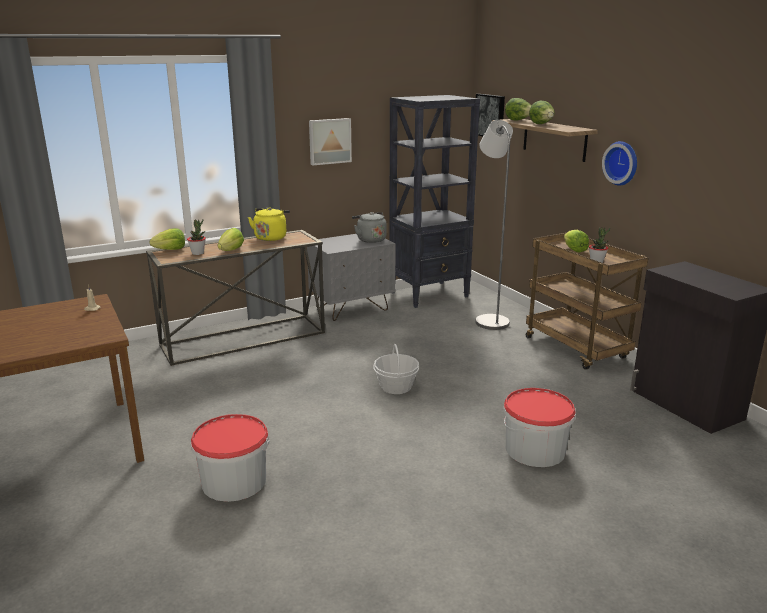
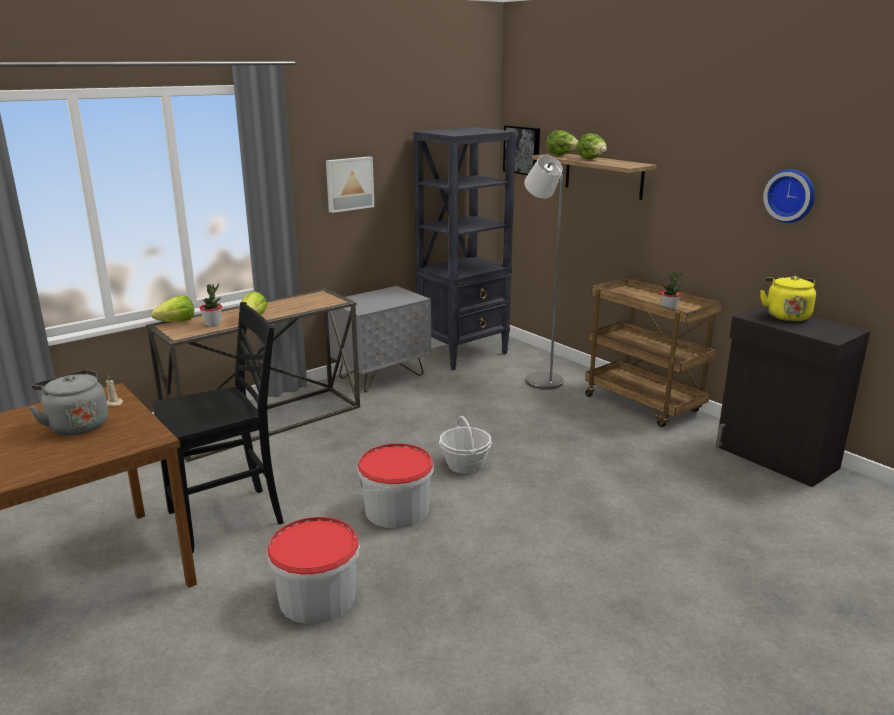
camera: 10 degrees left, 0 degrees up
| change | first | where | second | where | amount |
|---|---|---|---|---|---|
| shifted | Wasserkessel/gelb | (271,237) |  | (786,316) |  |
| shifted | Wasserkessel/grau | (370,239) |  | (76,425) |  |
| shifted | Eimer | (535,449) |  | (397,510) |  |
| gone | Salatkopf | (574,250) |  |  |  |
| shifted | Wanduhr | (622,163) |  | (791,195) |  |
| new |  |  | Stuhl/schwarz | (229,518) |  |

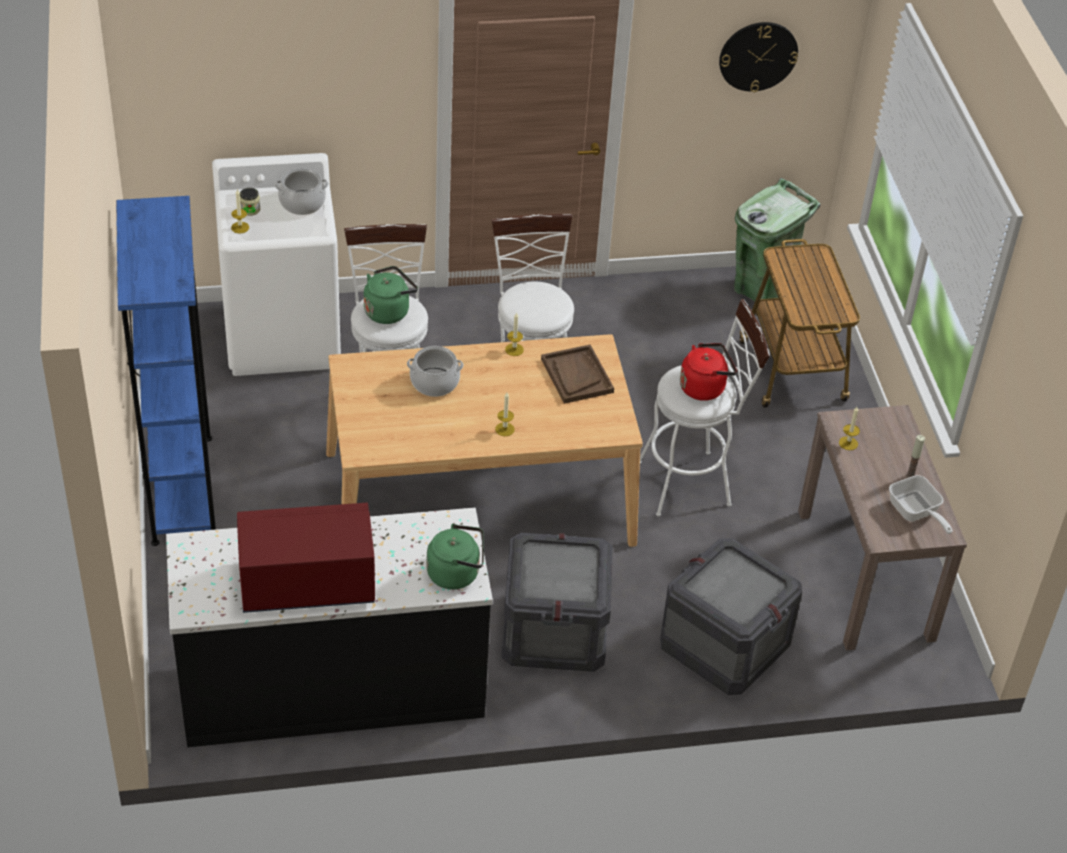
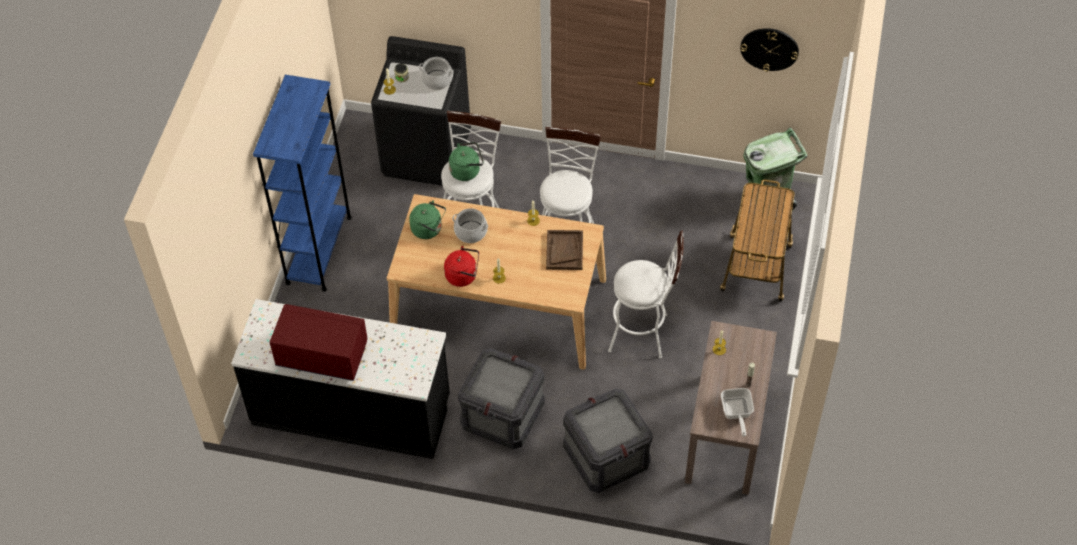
camera: 25 degrees right, 10 degrees up
| change | first | where | second | where | amount |
|---|---|---|---|---|---|
| repainted | Waschmaschine/weiß | (283,336) | Waschmaschine/schwarz | (427,154) |  |
| shifted | Wasserkessel/grün | (456,573) |  | (428,229) |  |
| shifted | Wasserkessel/rot | (704,387) |  | (463,276) |  |

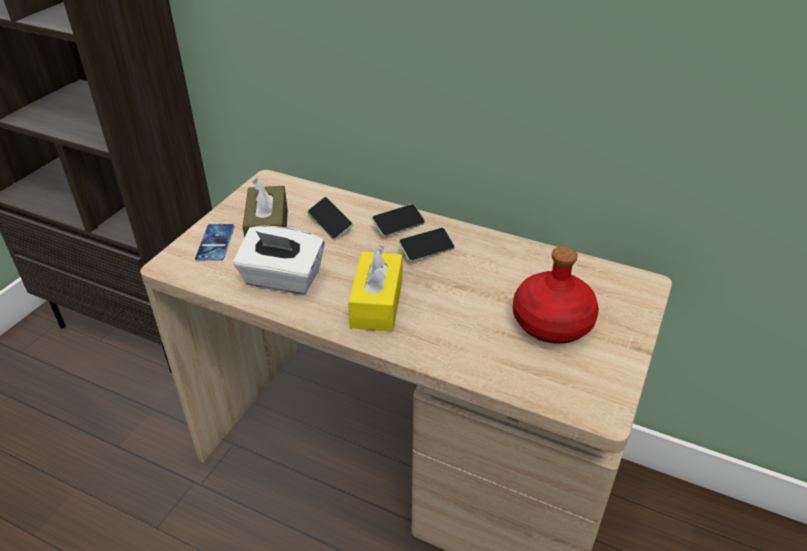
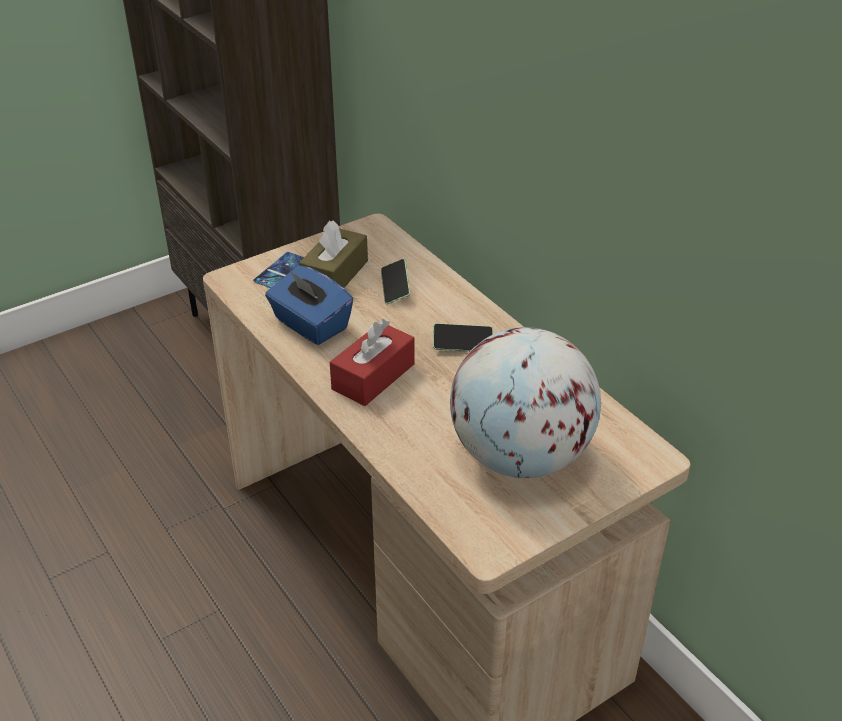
camera: 30 degrees right, 0 degrees up
| change | first | where | second | where | amount |
|---|---|---|---|---|---|
| repainted | Taschentuchbox/weiß | (282,279) | Taschentuchbox/blau | (310,325) |  |
| repainted | Taschentuchbox/gelb | (377,303) | Taschentuchbox/rot | (373,376) |  |
| gone | Handy | (398,226) |  |  |  |
| swapped | Flasche/rot | (553,323) | Globus | (520,457) |  |

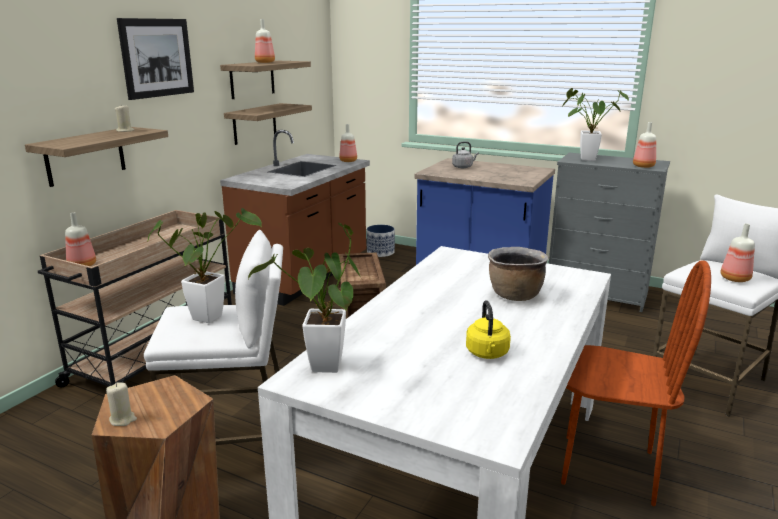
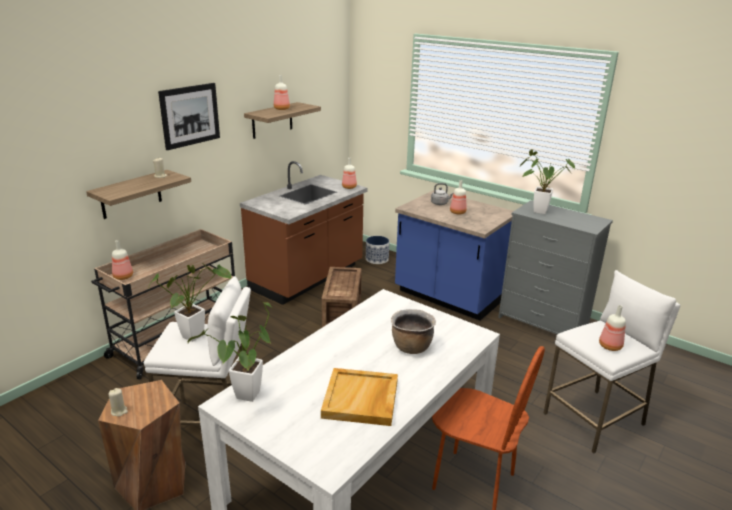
camera: 10 degrees right, 5 degrees up
| change | first | where | second | where | amount |
|---|---|---|---|---|---|
| gone | Wandregal | (255,123) |  |  |  |
| swapped | Wasserkessel/gelb | (487,354) | Tablett/beige | (361,399) |  |
| shifted | Flasche | (643,166) |  | (457,212) |  |

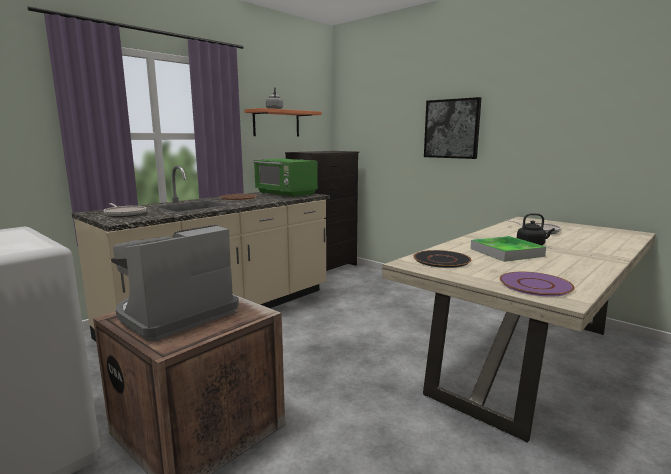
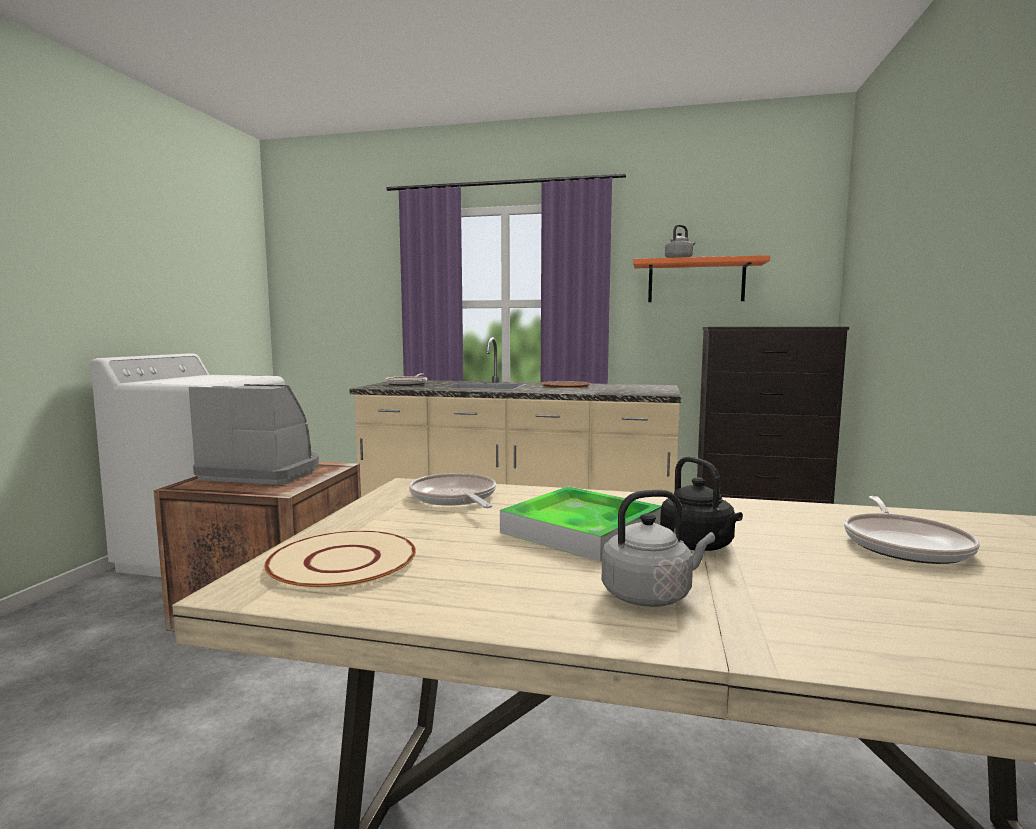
camera: 60 degrees right, 5 degrees down
| change | first | where | second | where | amount |
|---|---|---|---|---|---|
| gone | Mikrowelle/grün | (286,194) |  |  |  |
| swapped | Teller/schwarz | (442,260) | Pfanne | (454,498) |  |
| gone | Bild | (452,129) |  |  |  |
| repainted | Teller/lila | (534,285) | Teller/beige | (343,561) |  |
| new |  |  | Wasserkessel/grau | (650,595) |  |

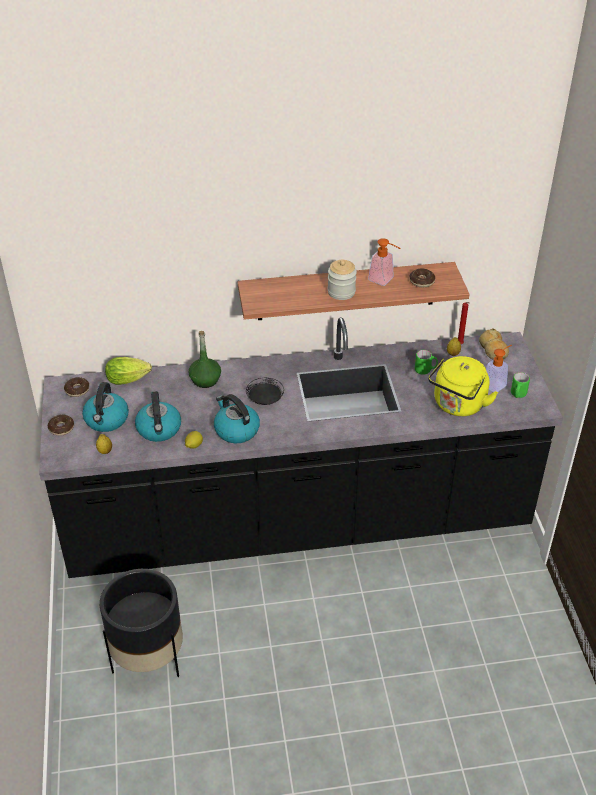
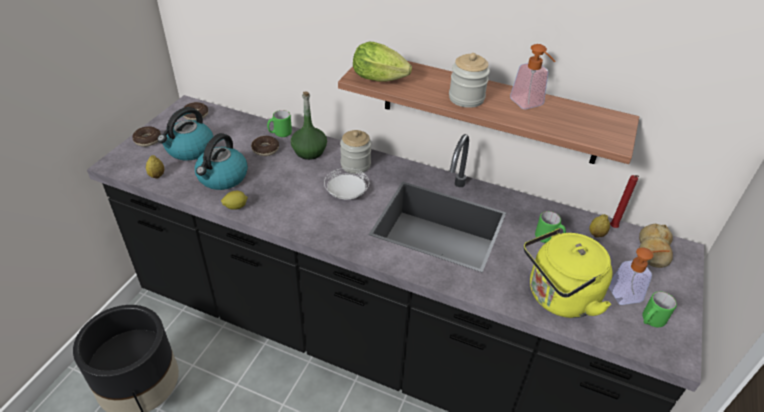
camera: 30 degrees right, 0 degrees up
| change | first | where | second | where | amount |
|---|---|---|---|---|---|
| shifted | Salatkopf | (130,379) |  | (382,79) |  |
| gone | Wasserkessel | (236,430) |  |  |  |
| repainted | Teller/schwarz | (264,399) | Teller/weiß | (346,193) |  |
| shifted | Donut | (421,281) |  | (265,149) |  |
| new |  |  | Henkelbecher/grün | (280,134) |  |
| new |  |  | Vorratsglas | (355,165) |  |

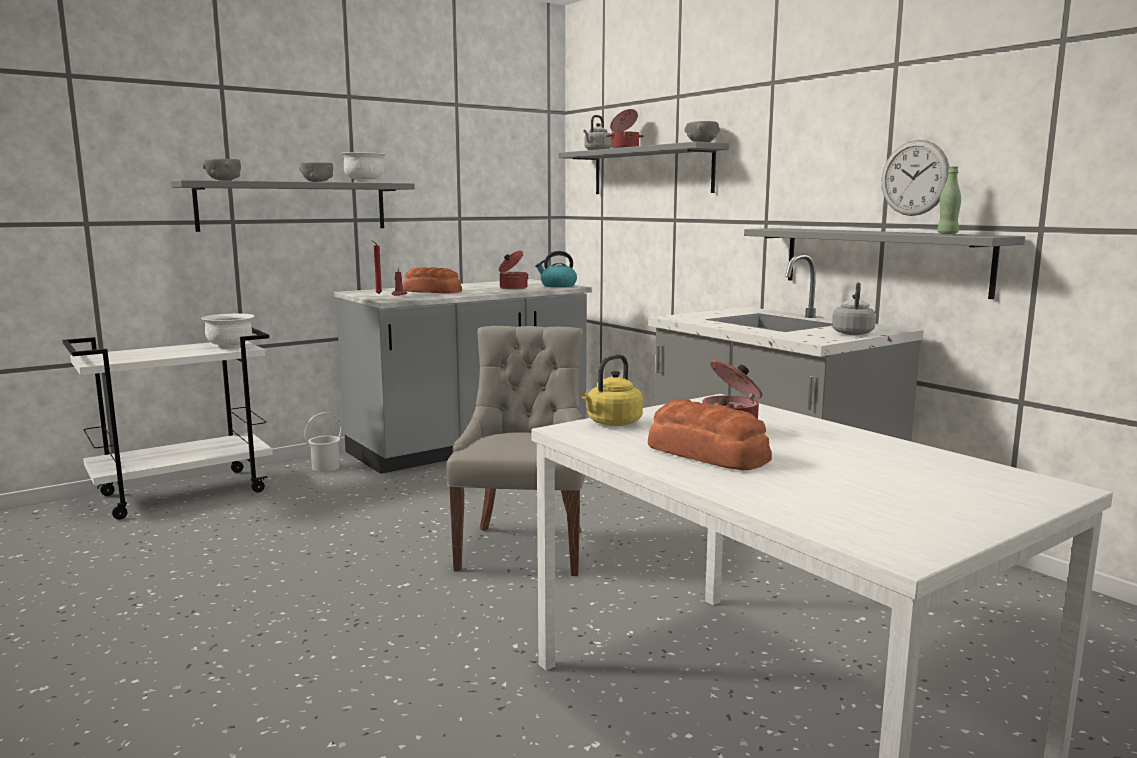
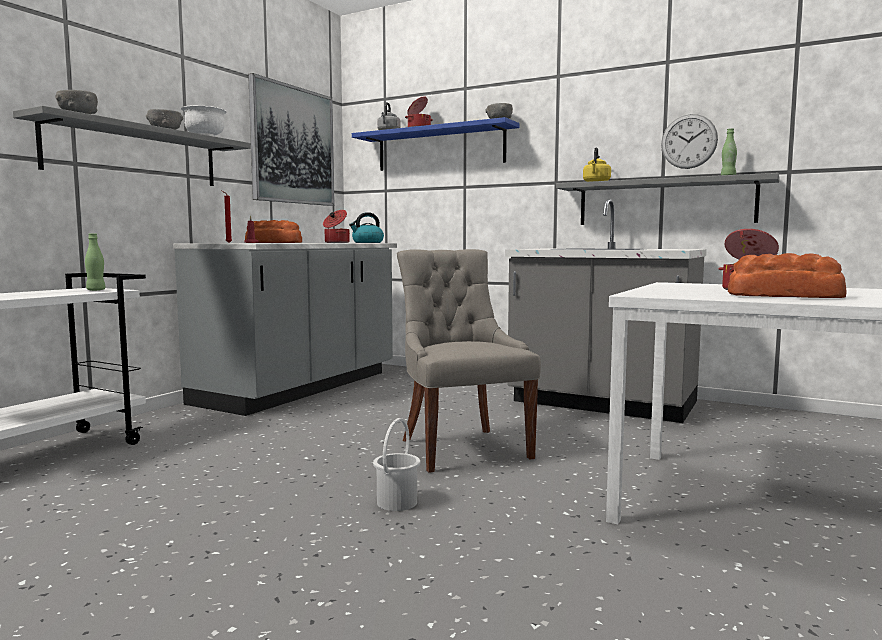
camera: 25 degrees left, 5 degrees down
| change | first | where | second | where | amount |
|---|---|---|---|---|---|
| swapped | Schüssel/weiß | (230,347) | Flasche/grün | (96,290) |  |
| shifted | Eimer/weiß | (325,467) |  | (396,502) |  |
| repainted | Wandregal/grau | (651,171) | Wandregal/blau | (440,148) |  |
| shifted | Wasserkessel/gelb | (612,423) |  | (596,182) |  |
| gone | Wasserkessel/grau | (853,333) |  |  |  |
| new |  |  | Bild | (292,145) |  |

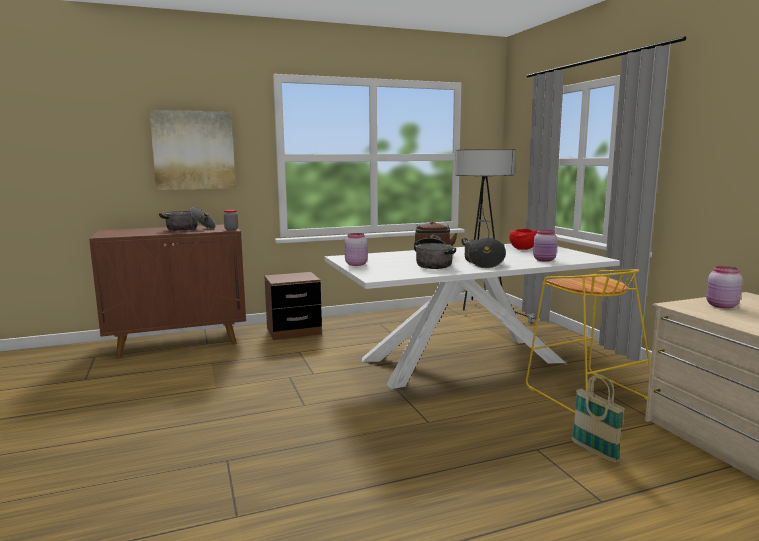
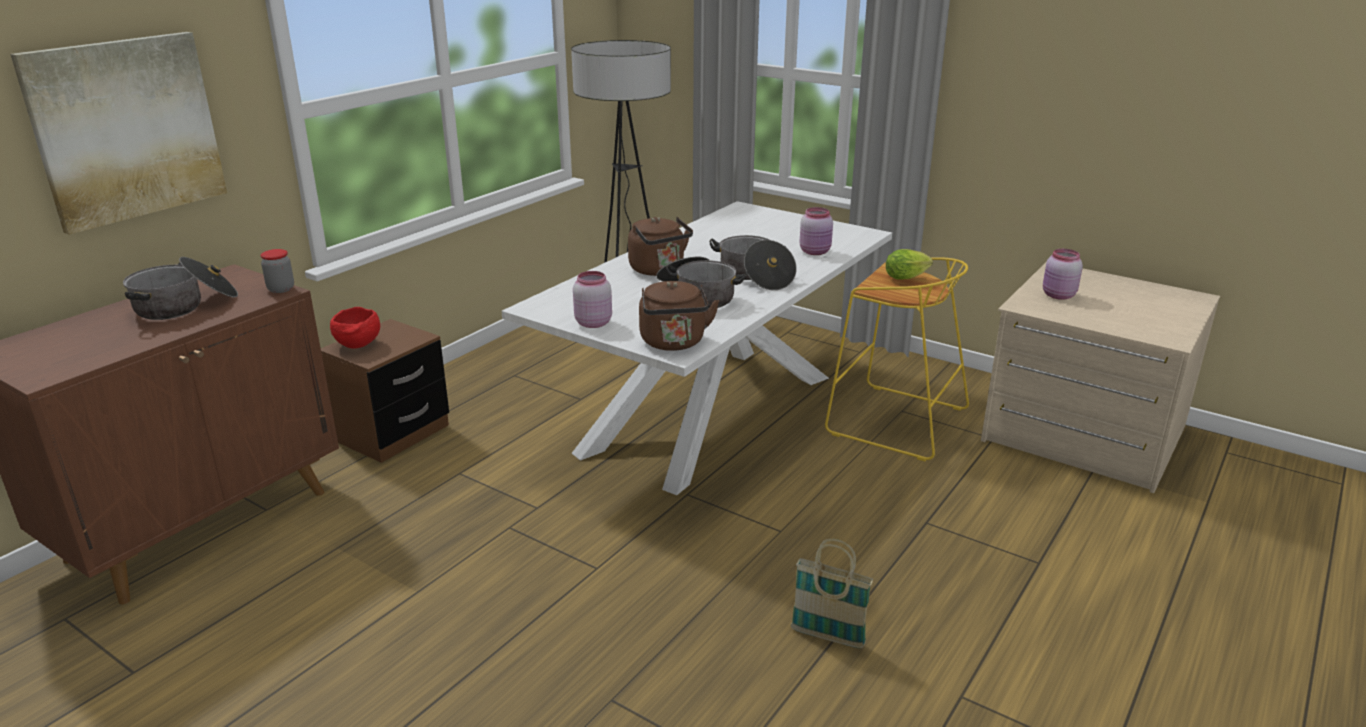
camera: 35 degrees left, 15 degrees up
| change | first | where | second | where | amount |
|---|---|---|---|---|---|
| shifted | Schüssel/rot | (523,249) |  | (358,345) |  |
| shifted | Korb | (594,452) |  | (827,637) |  |
| new |  |  | Wasserkessel/braun | (674,343) |  |
| new |  |  | Salatkopf | (908,277) |  |

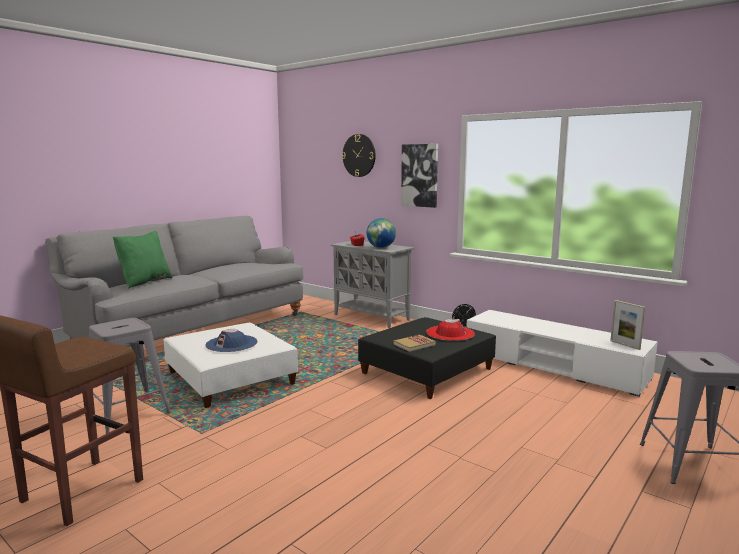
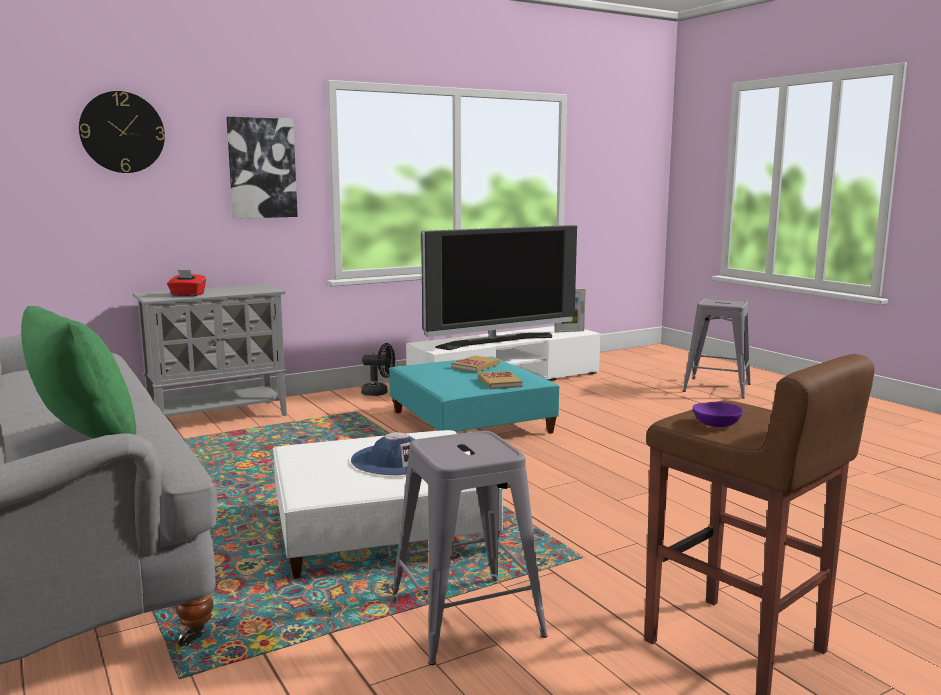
camera: 70 degrees left, 0 degrees up
| change | first | where | second | where | amount |
|---|---|---|---|---|---|
| repainted | Polsterhocker/schwarz | (427,371) | Polsterhocker/türkis | (470,422) |  |
| gone | Globus | (381,247) |  |  |  |
| swapped | Hut/rot | (450,333) | Buch | (476,366) |  |
| new |  |  | Fernseher | (497,341) |  |
| new |  |  | Schüssel/lila | (715,423) |  |

